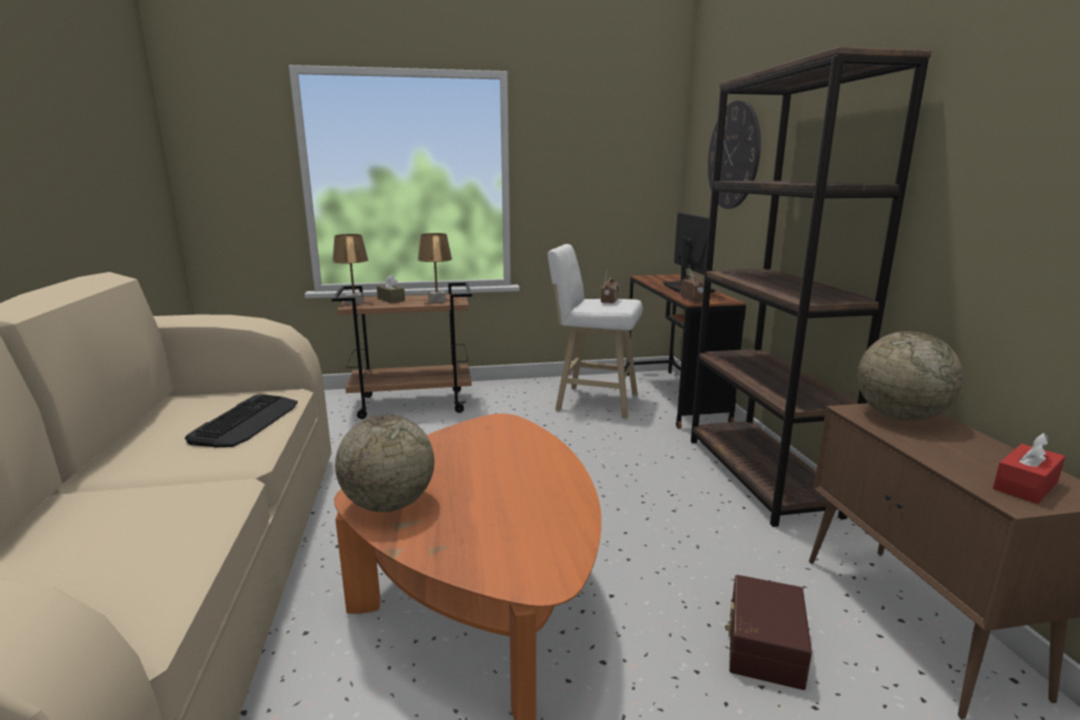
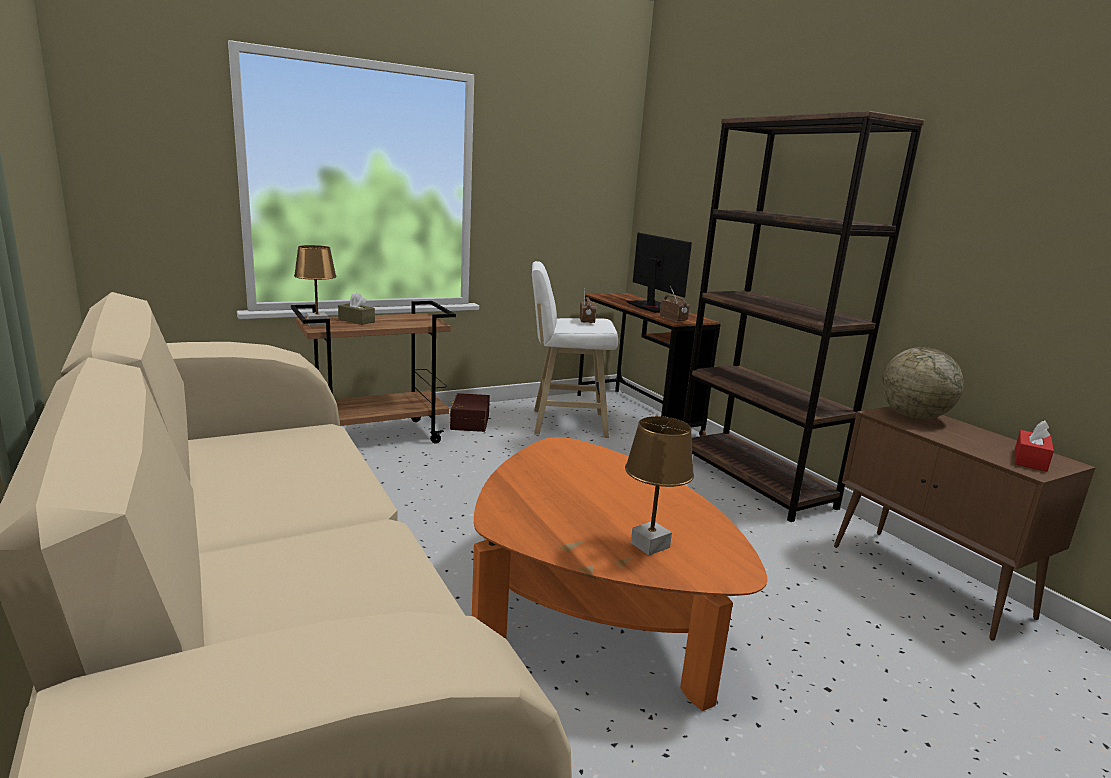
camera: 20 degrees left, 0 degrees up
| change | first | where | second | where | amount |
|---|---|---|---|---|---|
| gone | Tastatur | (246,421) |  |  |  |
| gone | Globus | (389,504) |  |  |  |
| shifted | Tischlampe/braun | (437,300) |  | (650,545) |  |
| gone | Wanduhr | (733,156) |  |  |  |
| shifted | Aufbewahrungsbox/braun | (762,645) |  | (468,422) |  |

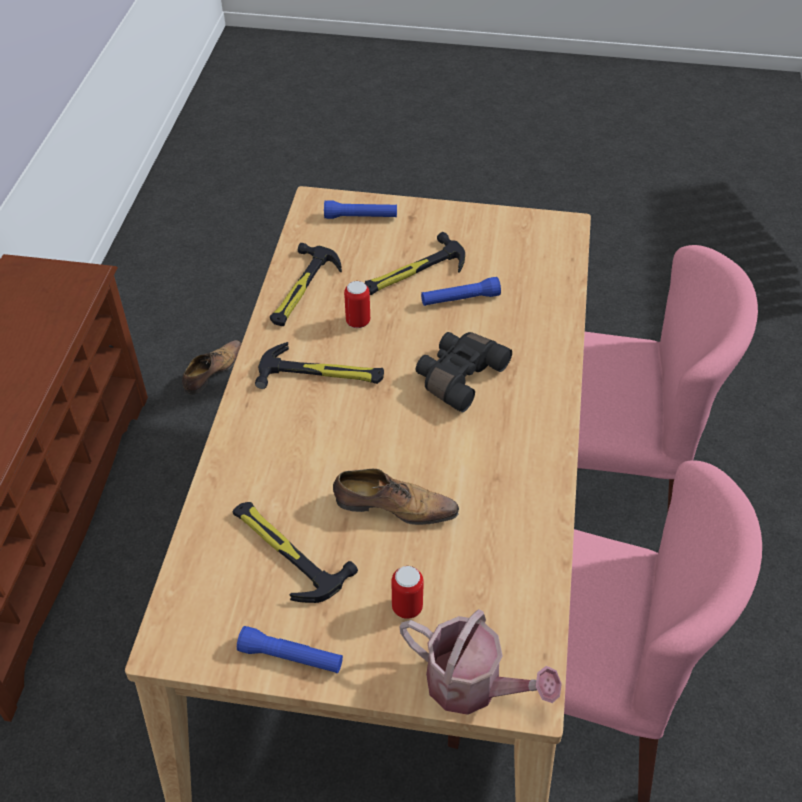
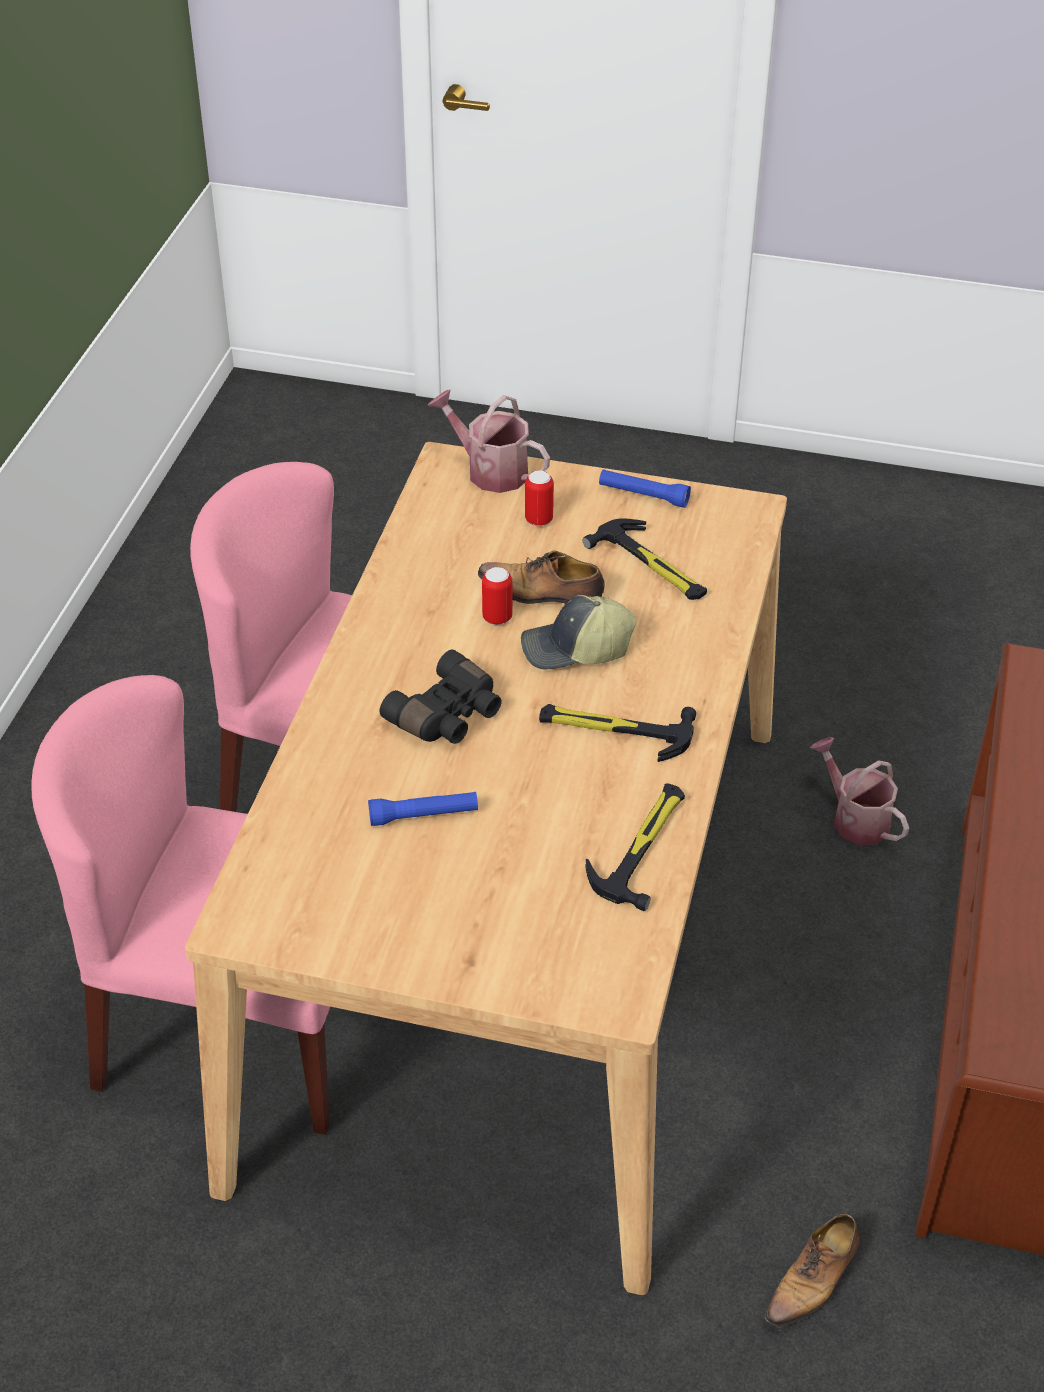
camera: 175 degrees left, 5 degrees down
| change | first | where | second | where | amount |
|---|---|---|---|---|---|
| gone | Taschenlampe/blau | (361,217) |  |  |  |
| shifted | Dose | (358,322) |  | (497,618) |  |
| gone | Hammer | (414,272) |  |  |  |
| new |  |  | Kappe | (576,649) |  |
| new |  |  | Gießkanne | (855,818) |  |

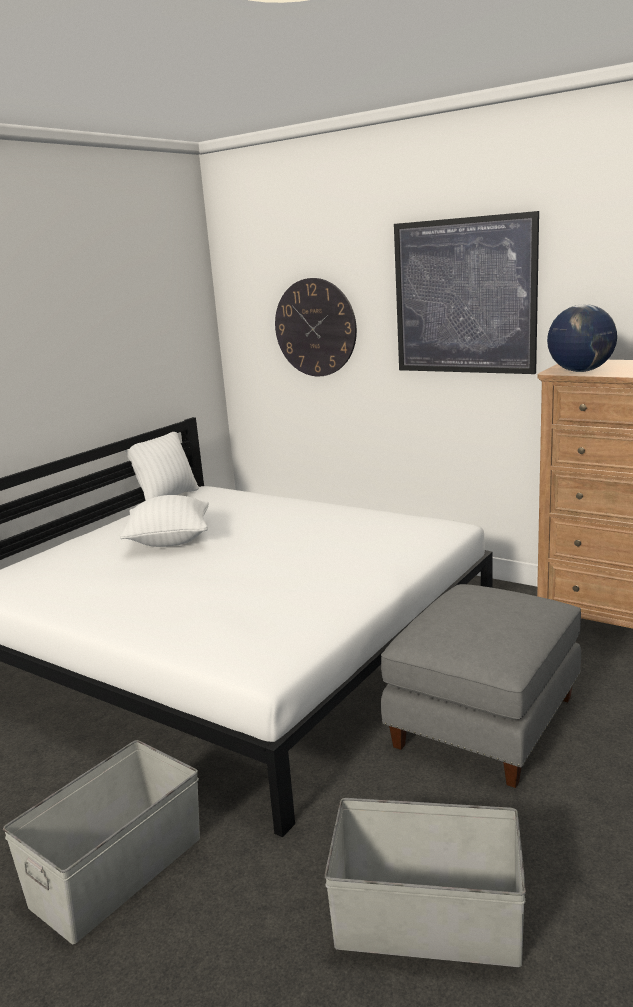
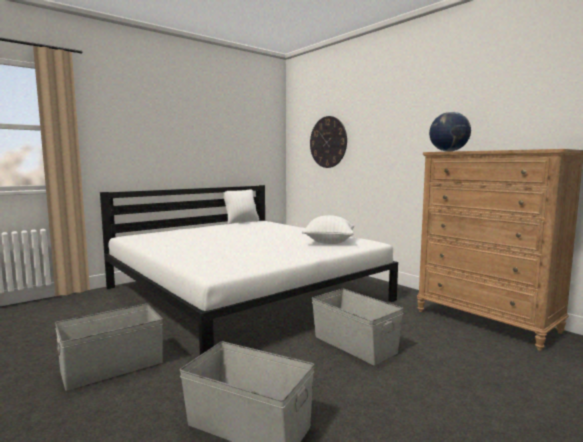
camera: 15 degrees right, 10 degrees down
| change | first | where | second | where | amount |
|---|---|---|---|---|---|
| shifted | Kissen/weiß | (169,541) |  | (329,242) |  |
| swapped | Polsterhocker/grau | (483,721) | Aufbewahrungsbox/grau | (354,344) |  |
| gone | Bild | (464,296) |  |  |  |

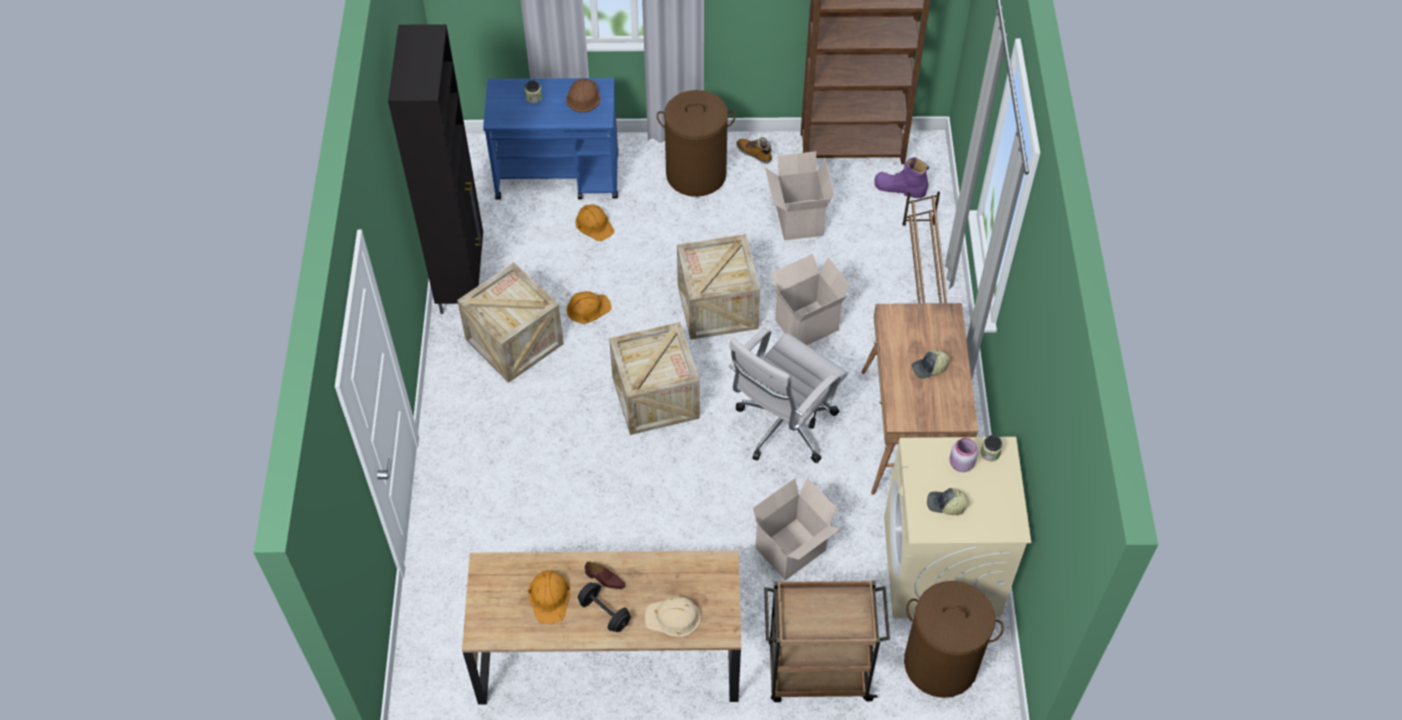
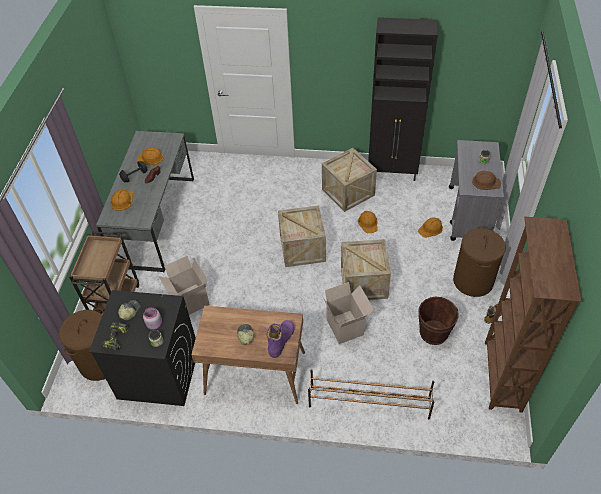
camera: 100 degrees right, 5 degrees down
| change | first | where | second | where | amount |
|---|---|---|---|---|---|
| repainted | Schreibtisch/braun | (609,655) | Schreibtisch/grau | (156,221) |  |
| repainted | Rollwagen/blau | (559,176) | Rollwagen/grau | (468,214) |  |
| repainted | Schutzhelm/beige | (673,618) | Schutzhelm/orange | (122,200) |  |
| gone | Bürostuhl/weiß | (782,428) |  |  |  |
| swapped | Karton | (797,219) | Eimer/braun | (433,333) |  |
| shifted | Stiefel/lila | (900,188) |  | (281,340) |  |
| repainted | Waschmaschine/beige | (941,567) | Waschmaschine/schwarz | (158,373) |  |
| new |  |  | Bohrmaschine | (117,339) |  |

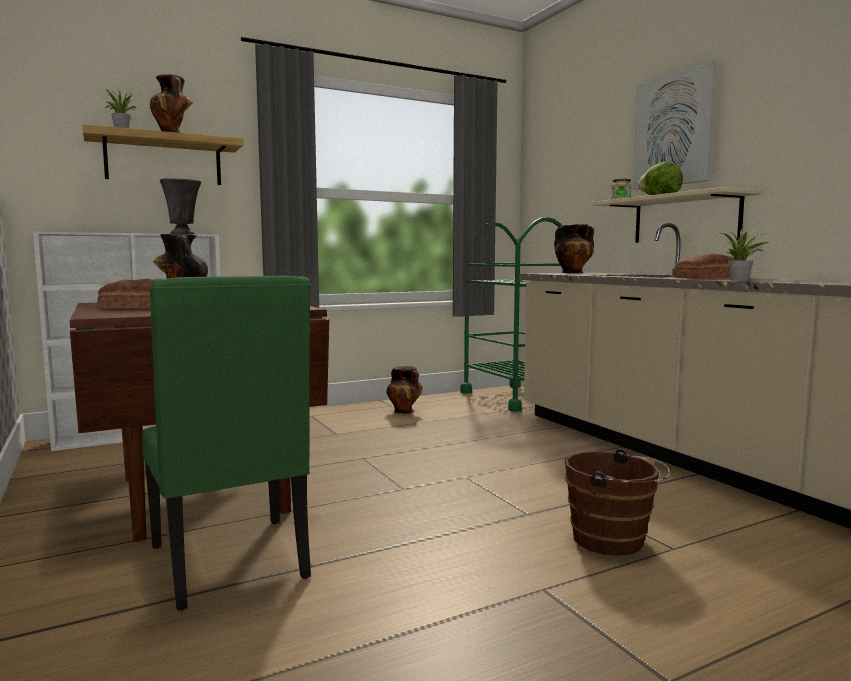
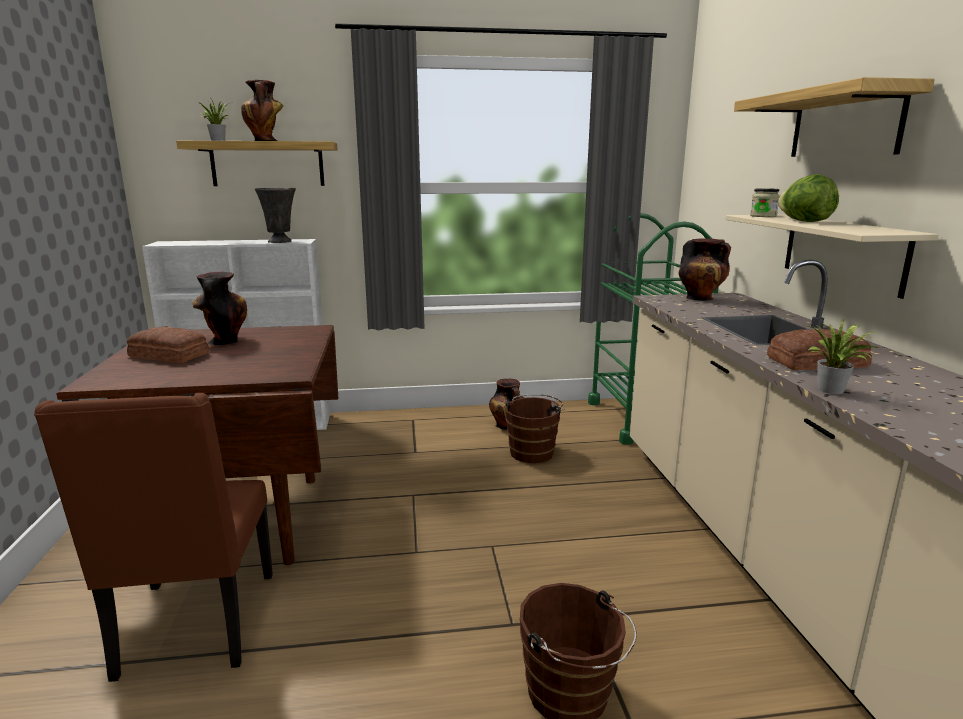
camera: 20 degrees right, 10 degrees up
| change | first | where | second | where | amount |
|---|---|---|---|---|---|
| repainted | Stuhl/grün | (232,562) | Stuhl/braun | (196,626) |  |
| swapped | Bild | (673,130) | Wandregal | (845,124) |  |
| new |  |  | Eimer/braun | (533,451) |  |

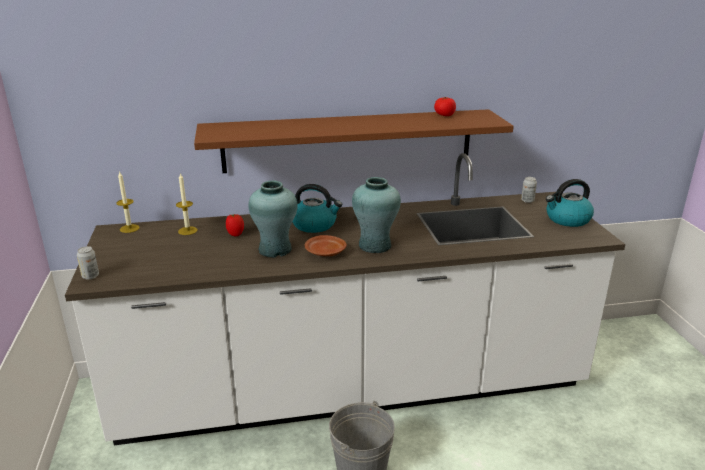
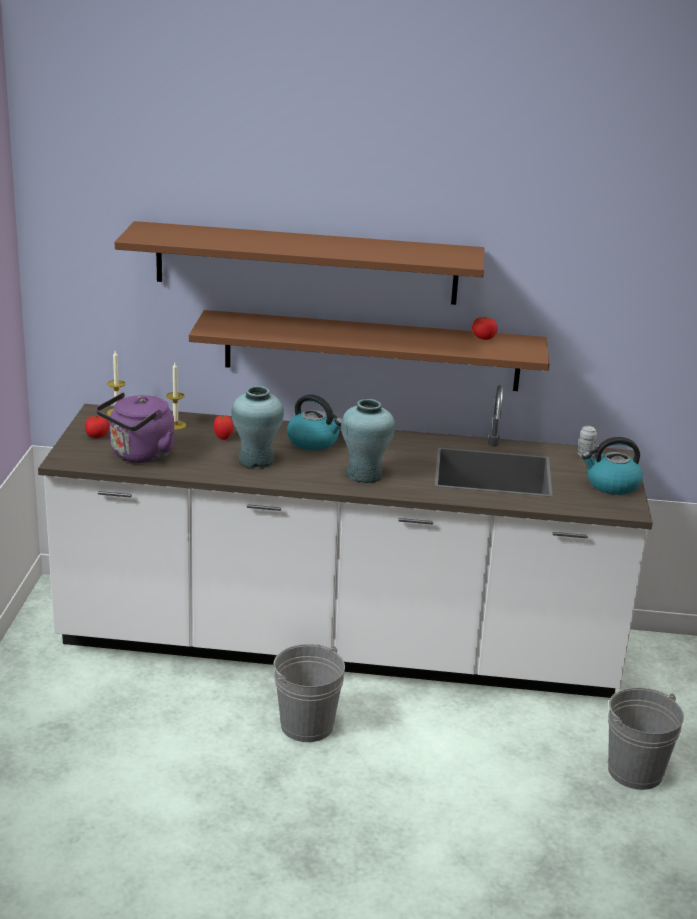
camera: 15 degrees right, 0 degrees up
| change | first | where | second | where | amount |
|---|---|---|---|---|---|
| gone | Dose | (90,276) |  |  |  |
| gone | Teller/braun | (325,252) |  |  |  |
| new |  |  | Tomate | (97,436) |  |
| new |  |  | Wasserkessel/lila | (139,455) |  |
| new |  |  | Wandregal/braun | (306,263) |  |
| new |  |  | Eimer/grau | (635,771) |  |

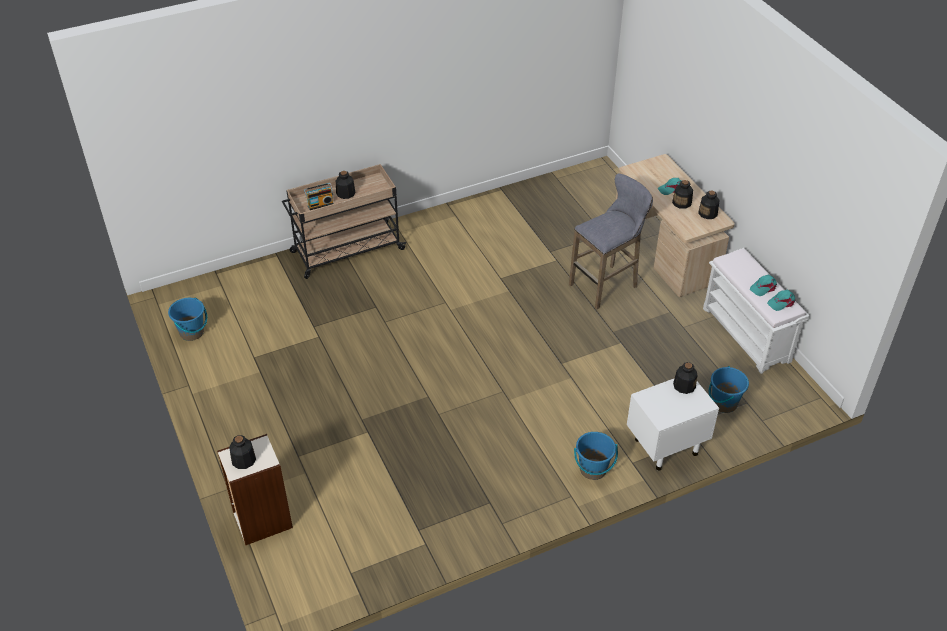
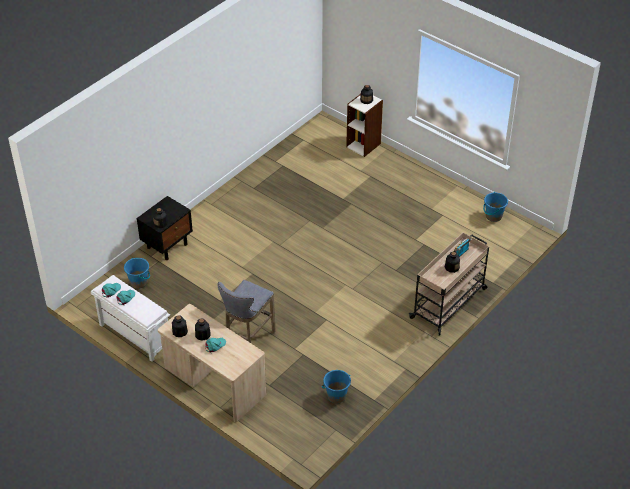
camera: 155 degrees right, 0 degrees up
| change | first | where | second | where | amount |
|---|---|---|---|---|---|
| shifted | Eimer/blau | (593,469) |  | (336,396) |  |
| repainted | Nachttisch/weiß | (665,447) | Nachttisch/schwarz | (167,245) |  |

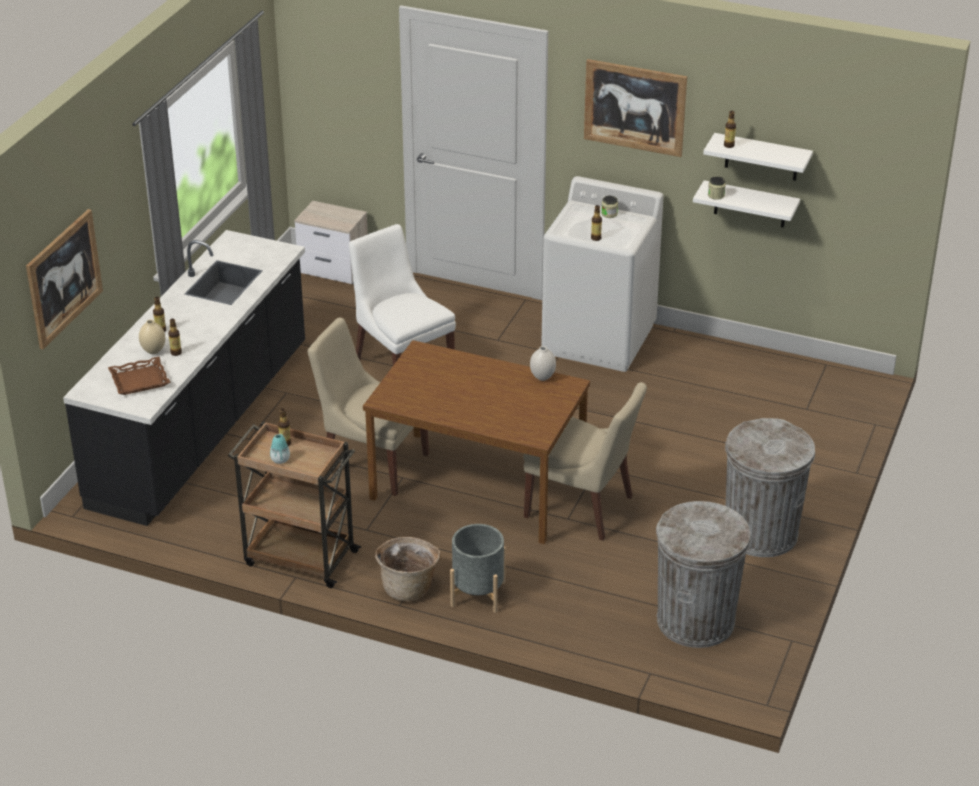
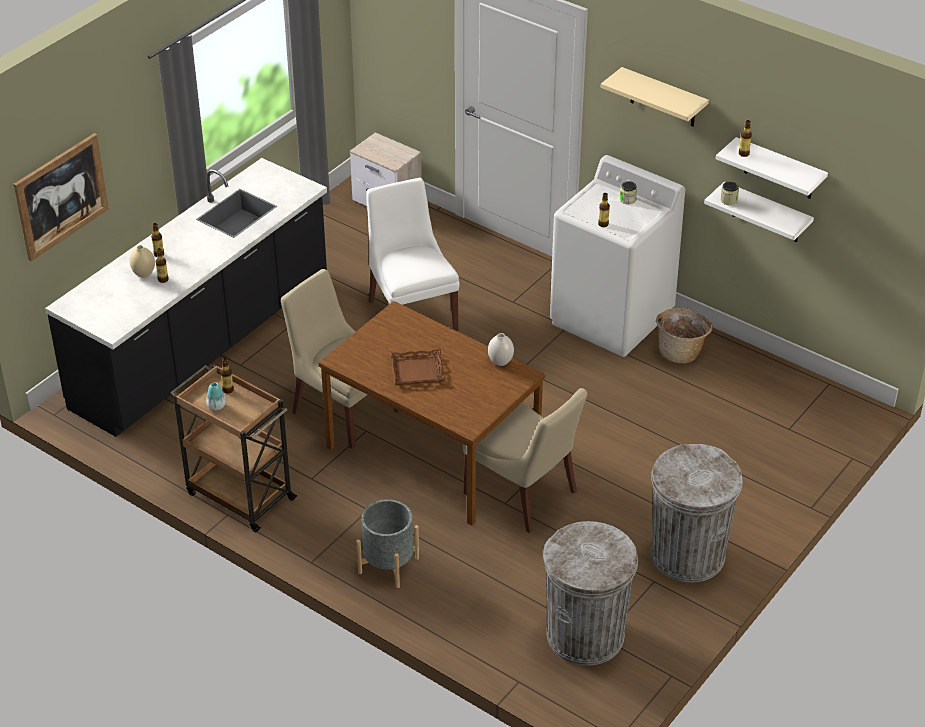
camera: 15 degrees right, 5 degrees up
| change | first | where | second | where | amount |
|---|---|---|---|---|---|
| shifted | Tablett/braun | (139,380) |  | (417,371) |  |
| shifted | Korb | (409,587) |  | (681,352) |  |
| swapped | Bild | (634,107) | Wandregal/beige | (663,98) |  |

